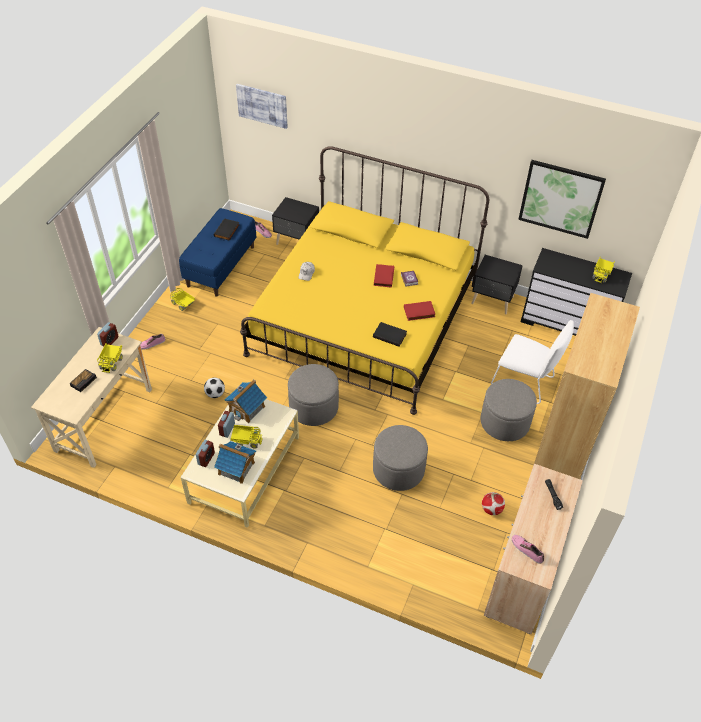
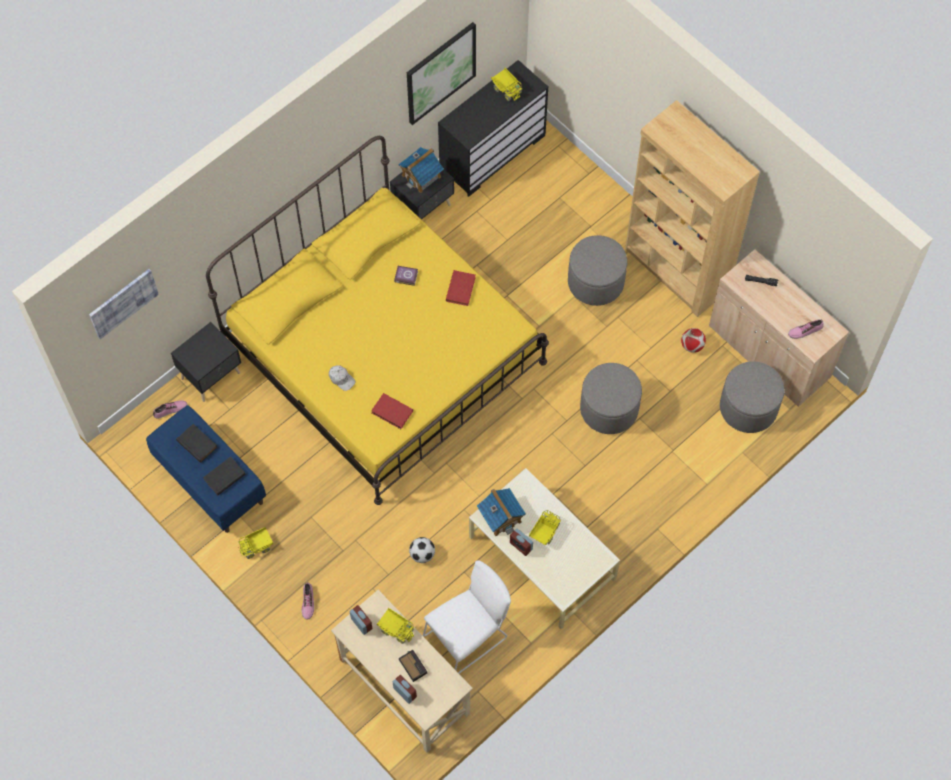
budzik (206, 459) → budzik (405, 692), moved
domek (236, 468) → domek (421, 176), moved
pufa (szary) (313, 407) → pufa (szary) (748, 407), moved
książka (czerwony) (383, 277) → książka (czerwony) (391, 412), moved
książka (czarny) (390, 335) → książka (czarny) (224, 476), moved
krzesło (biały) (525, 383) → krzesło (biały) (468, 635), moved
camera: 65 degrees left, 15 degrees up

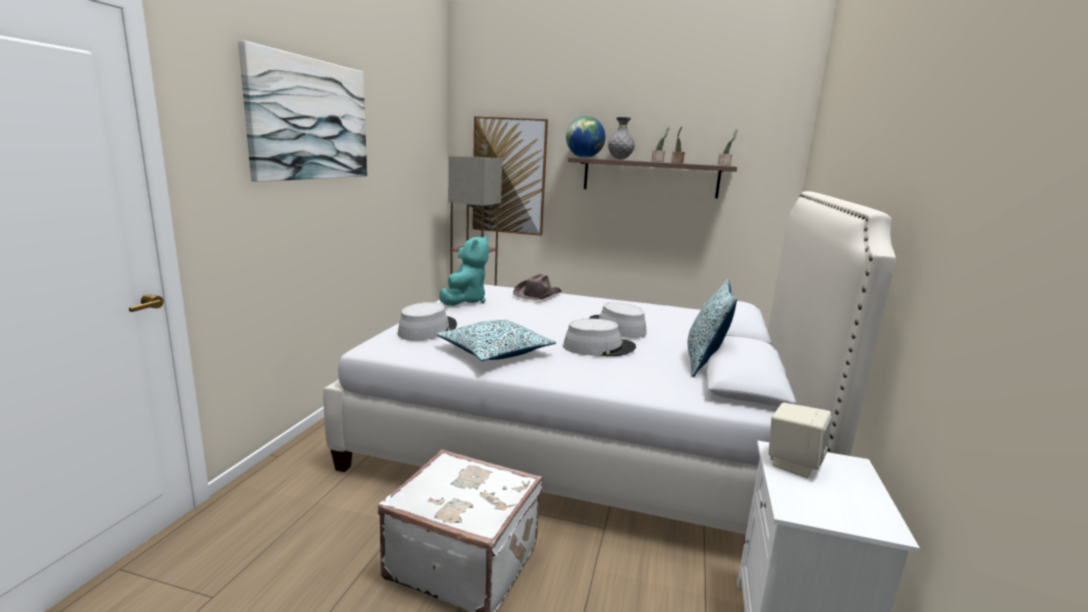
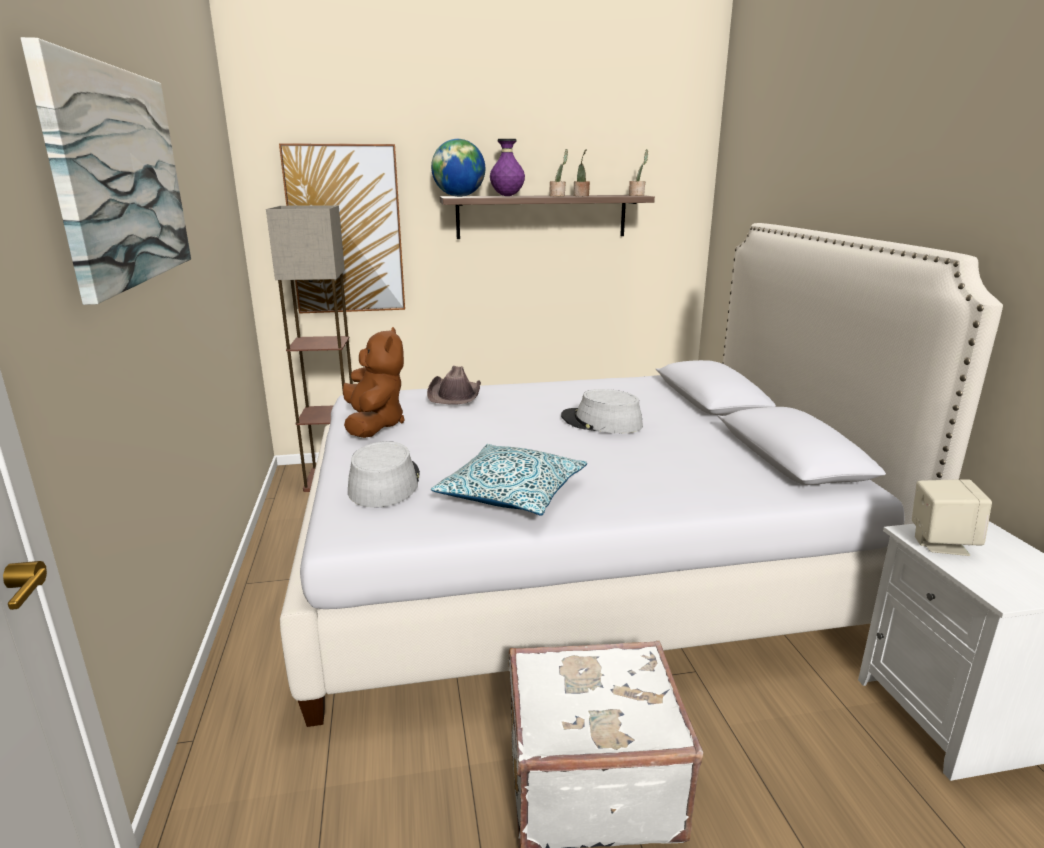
pluszak (turkusowy) (464, 301) → pluszak (brązowy) (374, 425)
kapelusz (szary) (599, 347) → -
wazon (szary) (620, 159) → wazon (fioletowy) (507, 196)
poduszka (704, 362) → -
camera: 25 degrees left, 5 degrees up

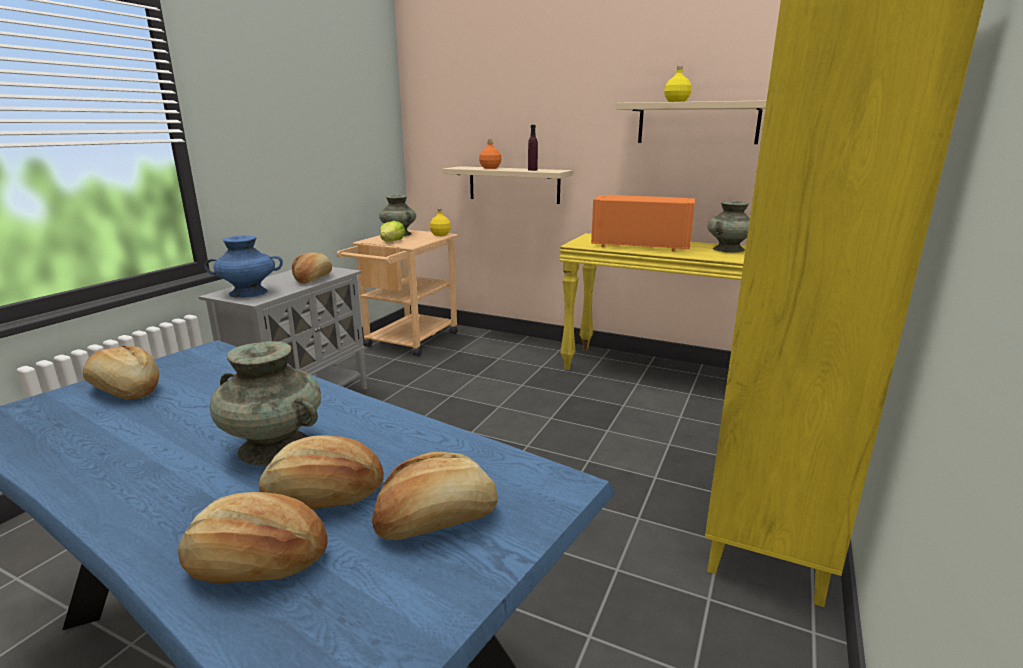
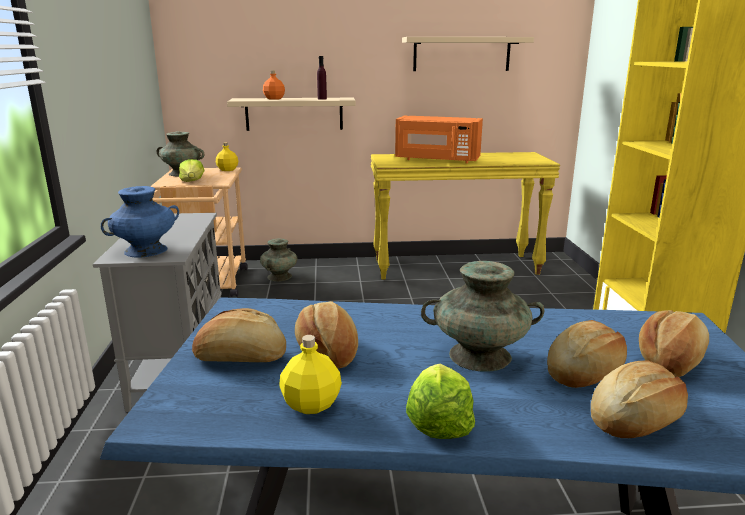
chleb (313, 279) → chleb (328, 351), moved
mikrofalówka (pomarańczowy) (641, 245) → mikrofalówka (pomarańczowy) (437, 160), 150 degrees counterclockwise
butelka (żółty) (676, 102) → butelka (żółty) (311, 404), moved
wazon (turkusowy) (728, 249) → wazon (turkusowy) (279, 277), moved
- → sałata (438, 422)
camera: 30 degrees left, 0 degrees up

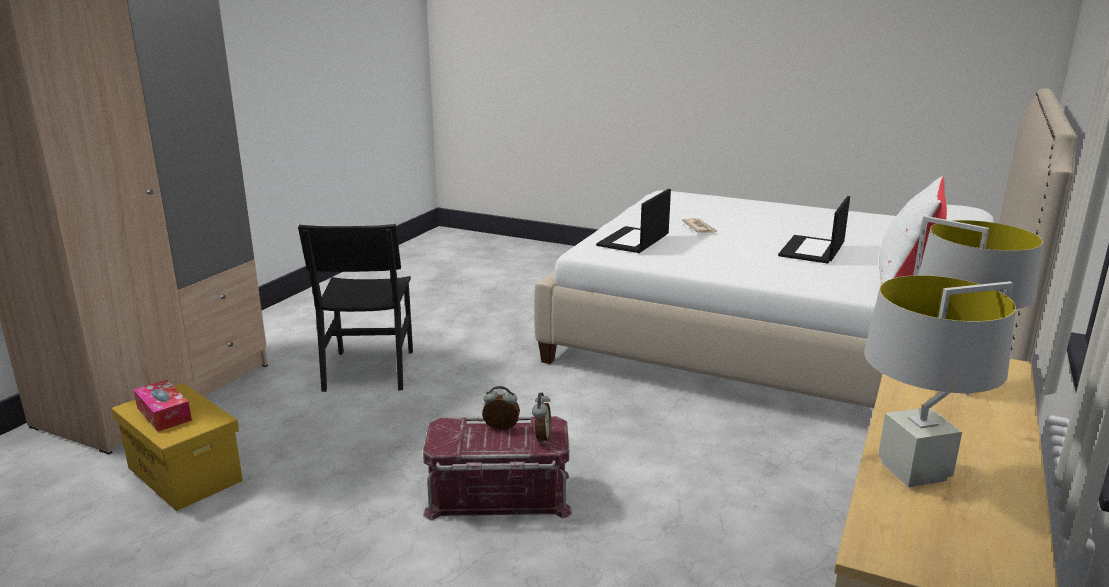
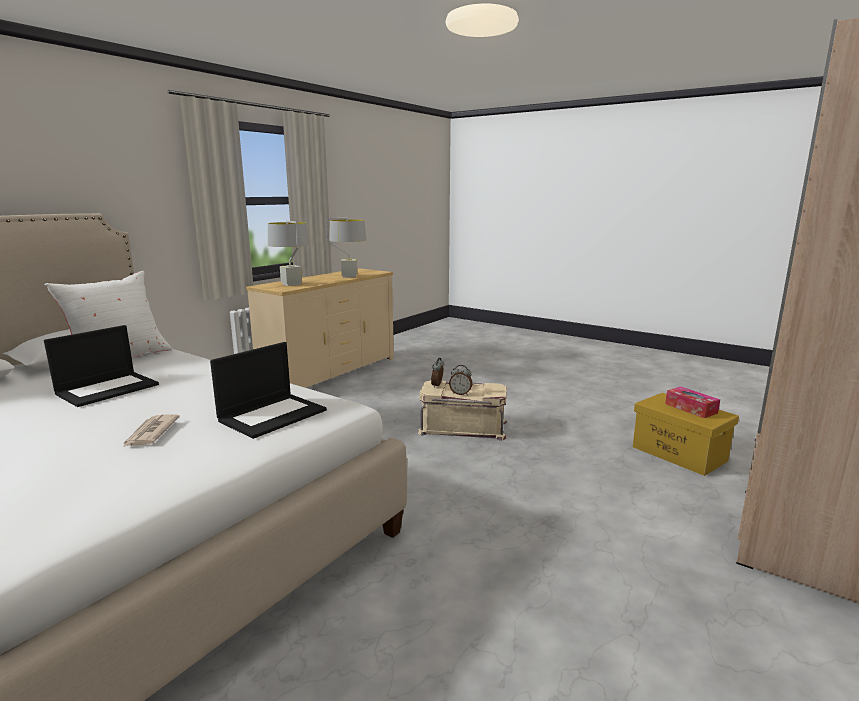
krzesło (czarny) (369, 370) → -
pojemnik do przechowywania (czerwony) (498, 496) → pojemnik do przechowywania (beżowy) (463, 427)
camera: 170 degrees left, 5 degrees down

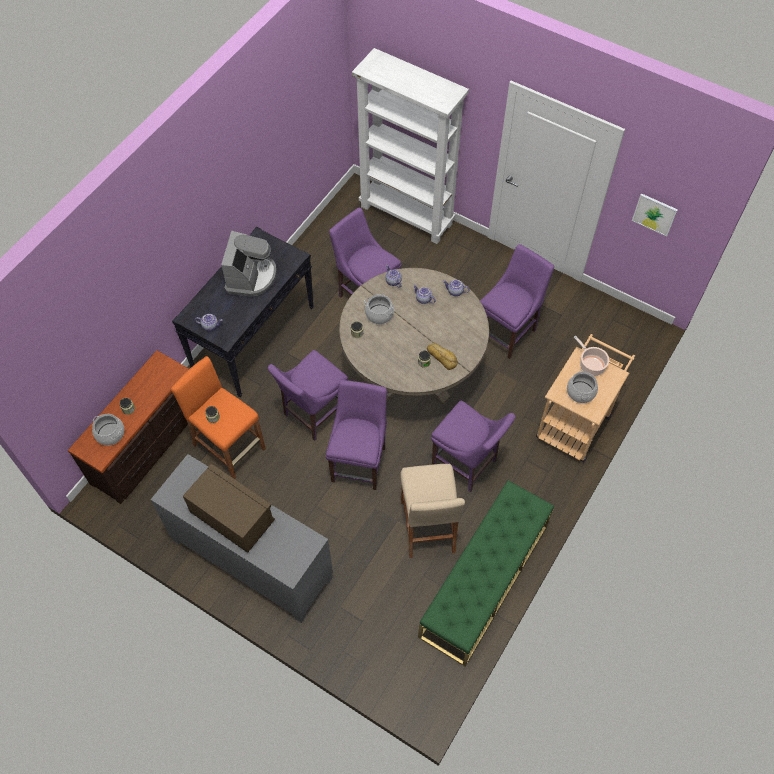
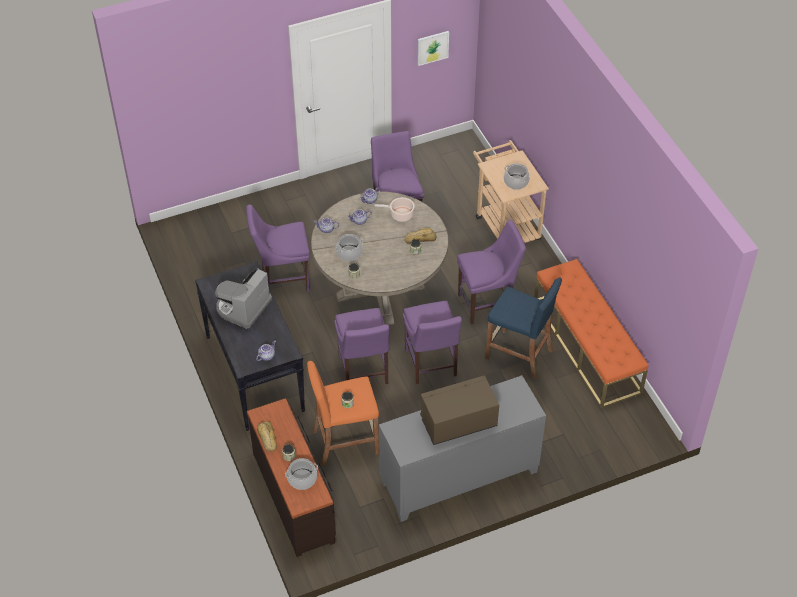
ekspres do kawy (251, 277) → ekspres do kawy (243, 307), 105 degrees counterclockwise
krzesło (fioletowy) (360, 461) → krzesło (fioletowy) (431, 365), 150 degrees counterclockwise
regał (biały) (407, 215) → -
stołek (beżowy) (427, 526) → stołek (niebieski) (518, 354)
ławka (zielony) (484, 580) → ławka (pomarańczowy) (586, 346)
garnek (590, 365) → garnek (400, 215), moved
- → chleb (267, 438)
camera: 55 degrees left, 10 degrees down

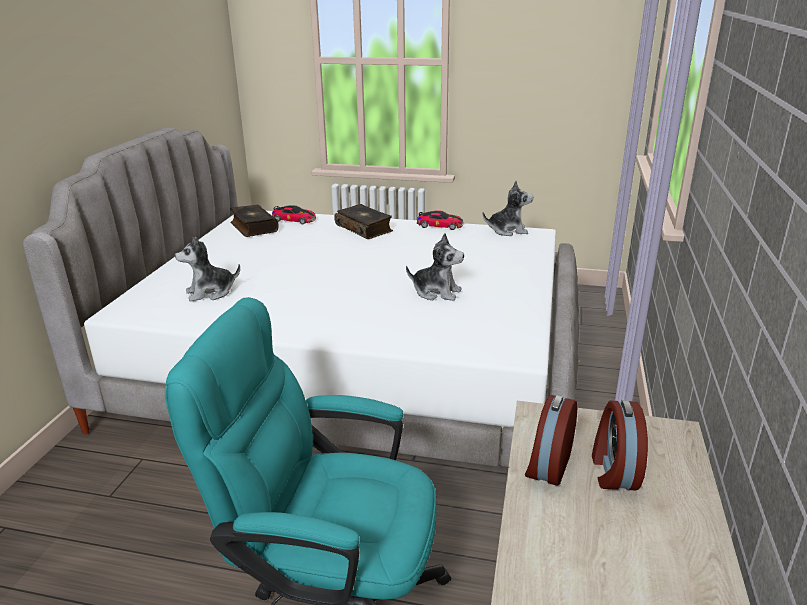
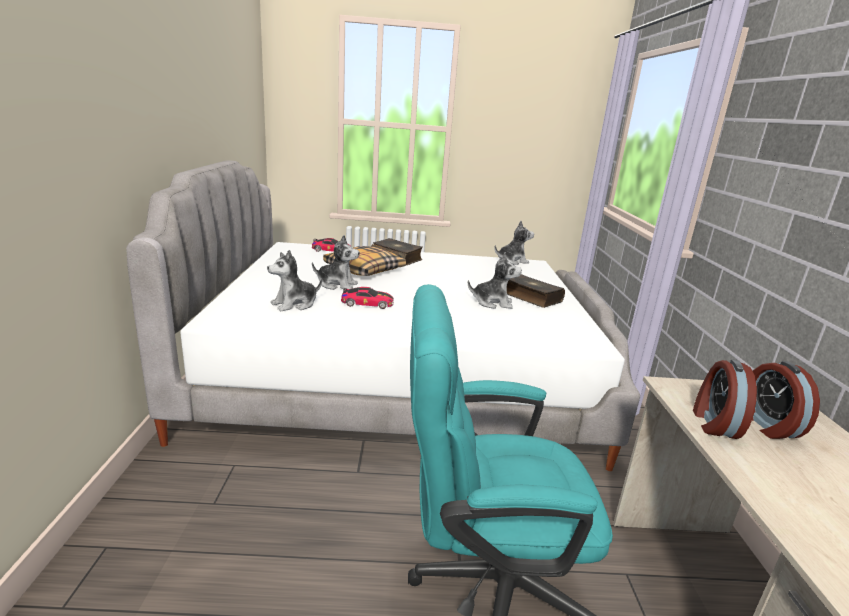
książka (253, 227) → książka (530, 297), moved
samochodzik (440, 225) → samochodzik (367, 303), moved
- → pluszak (337, 285)
- → poduszka (364, 270)
camera: 15 degrees left, 5 degrees down

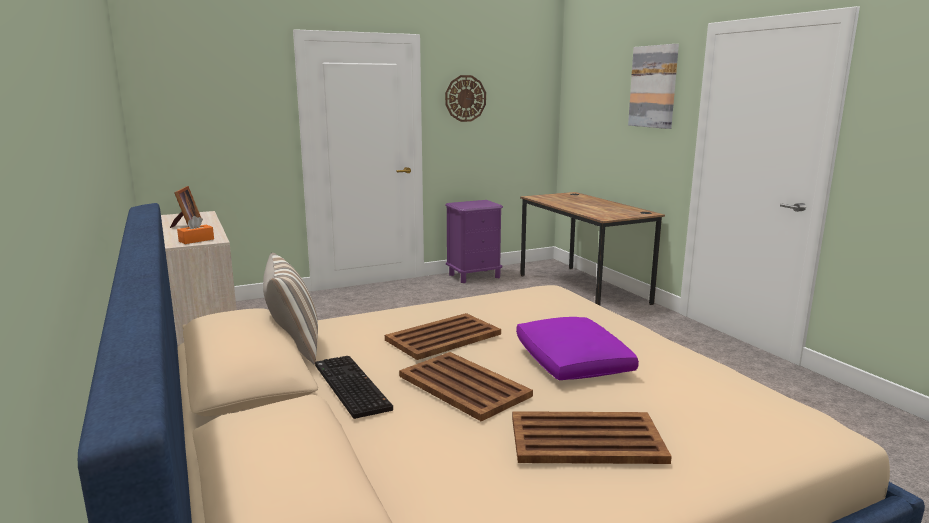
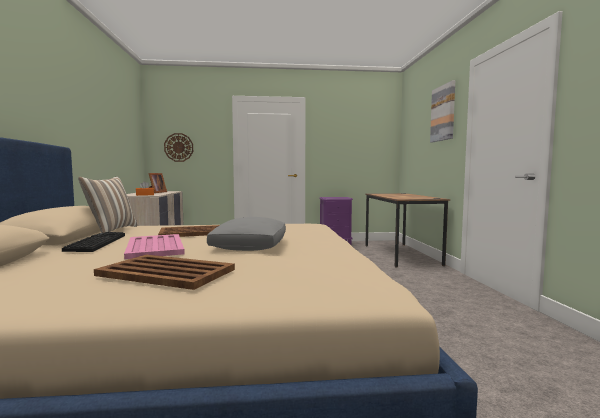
taca (brązowy) (463, 385) → taca (różowy) (155, 247)
zegar ścienny (465, 98) → zegar ścienny (178, 147), moved
poduszka (fioletowy) (571, 362) → poduszka (szary) (250, 246)
camera: 20 degrees right, 10 degrees down

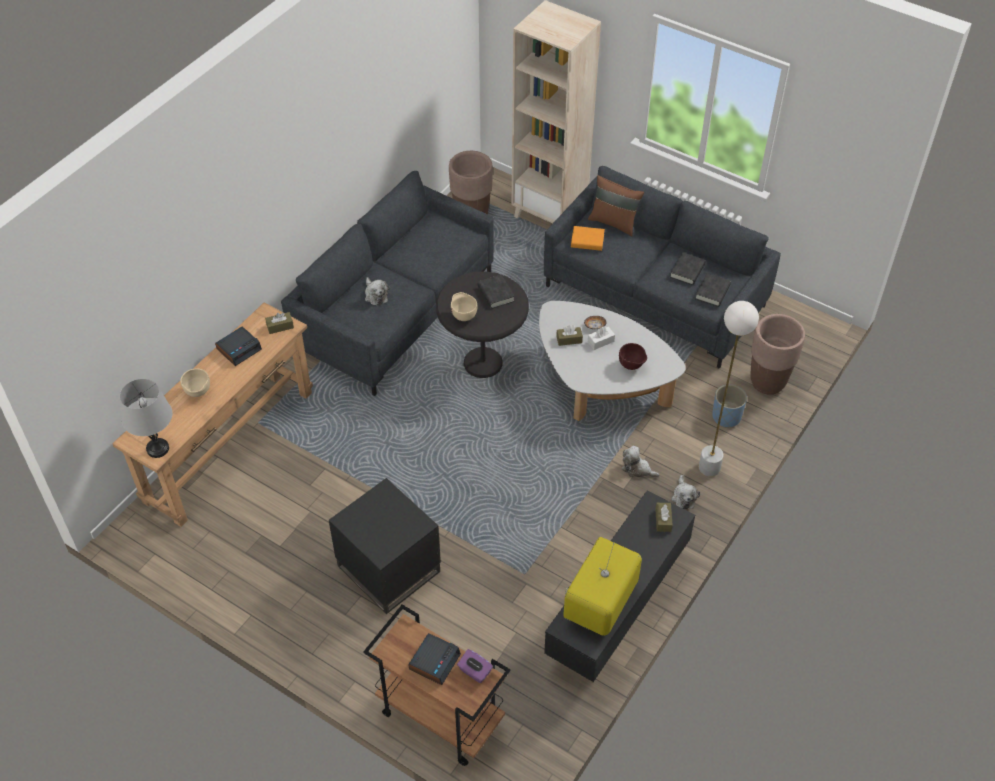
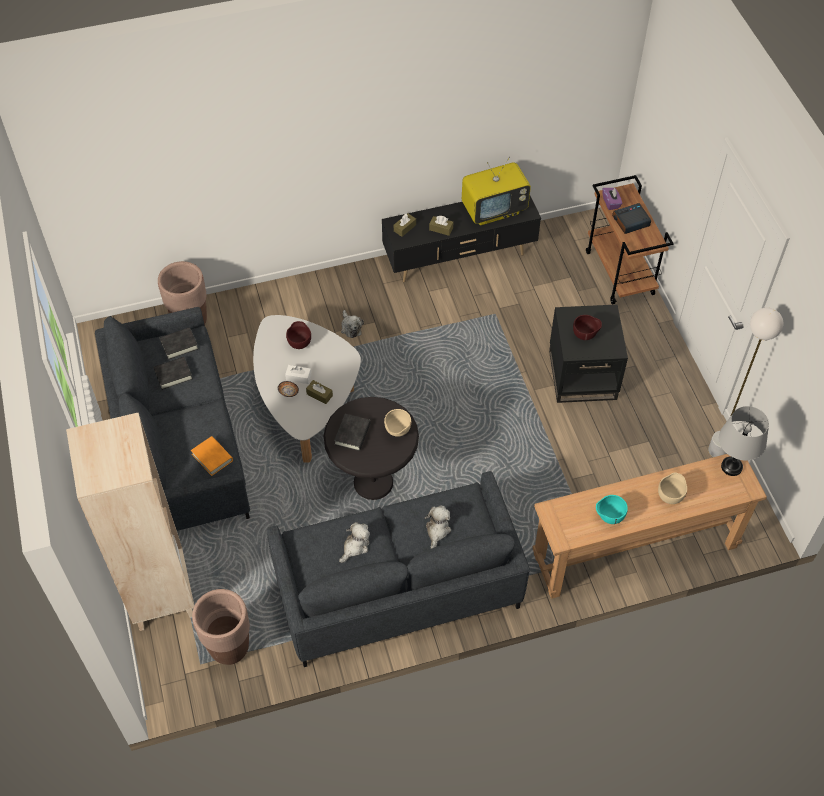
budzik (239, 349) → miska (turkusowy) (608, 517)
pudełko chusteczek (brązowy) (280, 326) → pudełko chusteczek (brązowy) (441, 229), moved
poduszka (brązowy) (614, 222) → -
pluszak (683, 497) → pluszak (355, 546), moved
lampa stojąca (biały) (709, 468) → lampa stojąca (biały) (718, 450), moved
donica (niebieski) (726, 417) → -
- → miska (brązowy) (585, 335)
camera: 140 degrees left, 5 degrees up

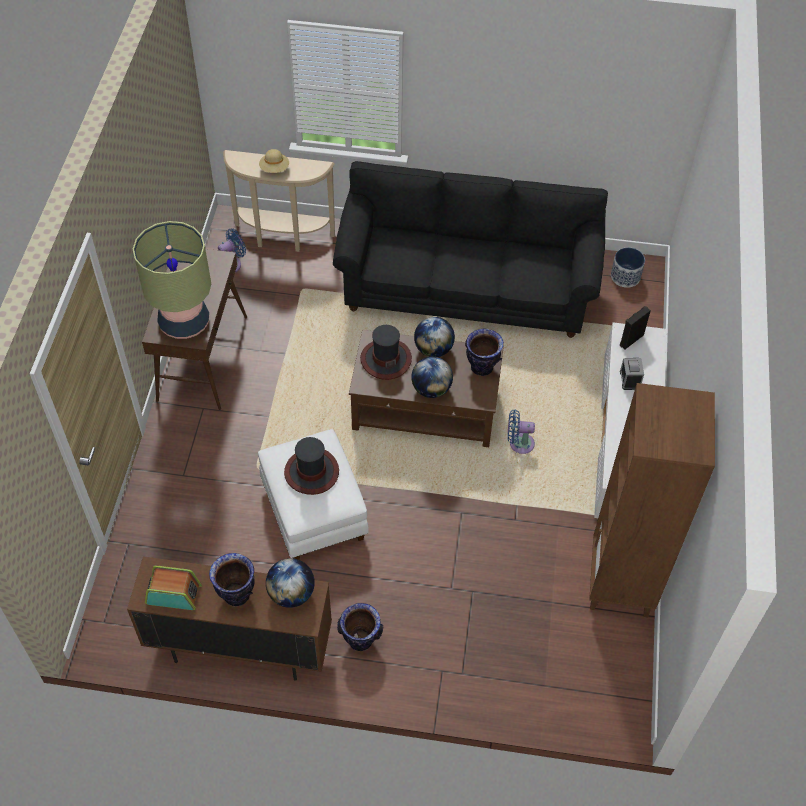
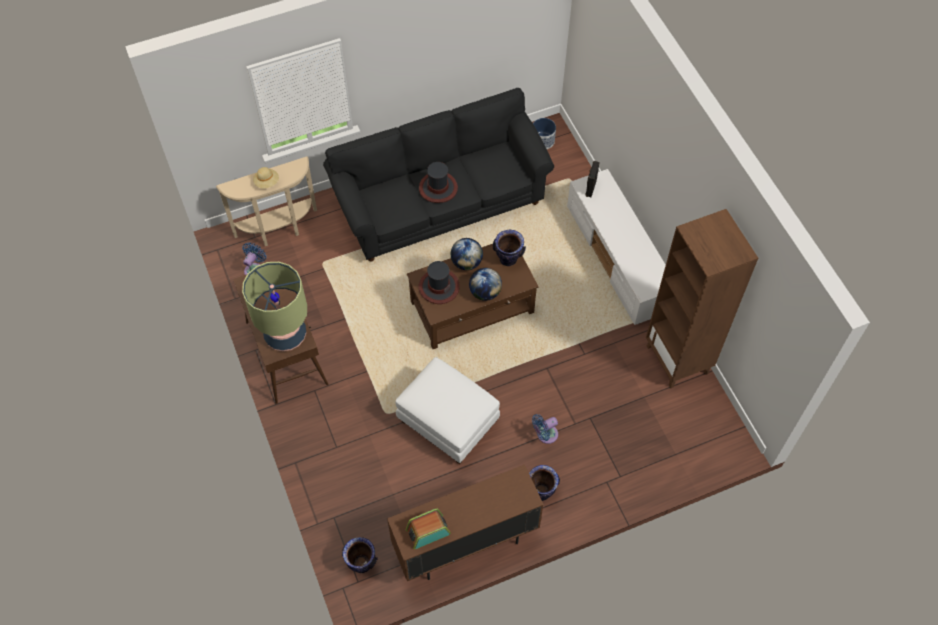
wazon (237, 594) → wazon (362, 563), moved
globus (291, 593) → -
kapelusz (312, 472) → kapelusz (438, 188), moved
wentylator (niebieski) (519, 443) → wentylator (niebieski) (545, 435), moved
budzik (630, 379) → -
camera: 30 degrees left, 5 degrees up

